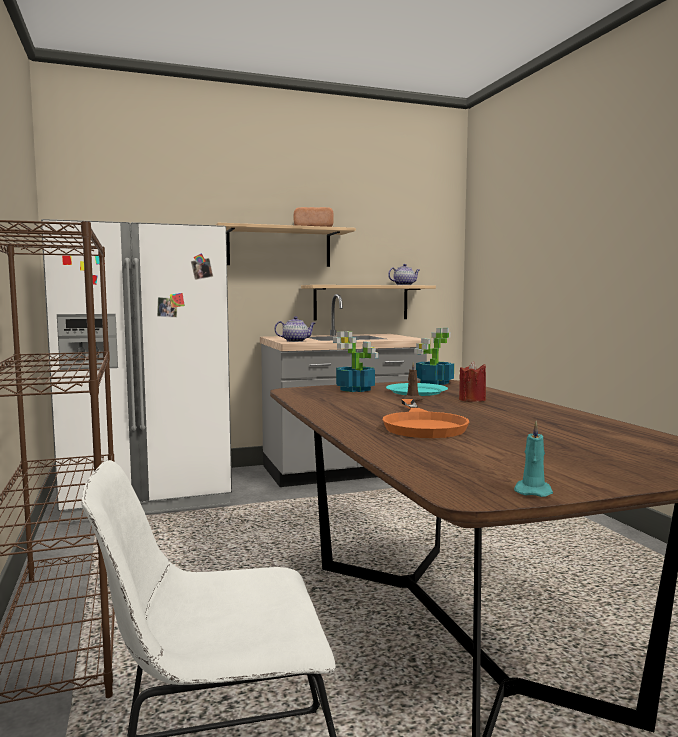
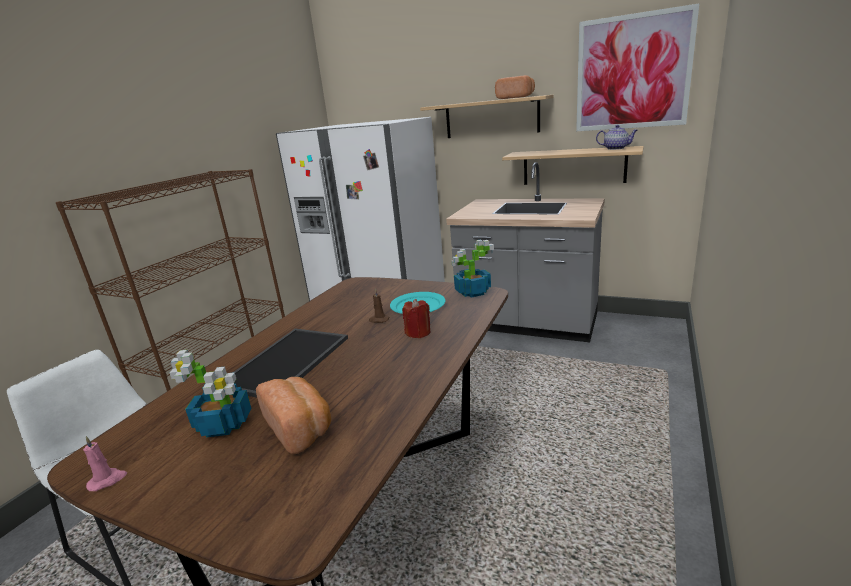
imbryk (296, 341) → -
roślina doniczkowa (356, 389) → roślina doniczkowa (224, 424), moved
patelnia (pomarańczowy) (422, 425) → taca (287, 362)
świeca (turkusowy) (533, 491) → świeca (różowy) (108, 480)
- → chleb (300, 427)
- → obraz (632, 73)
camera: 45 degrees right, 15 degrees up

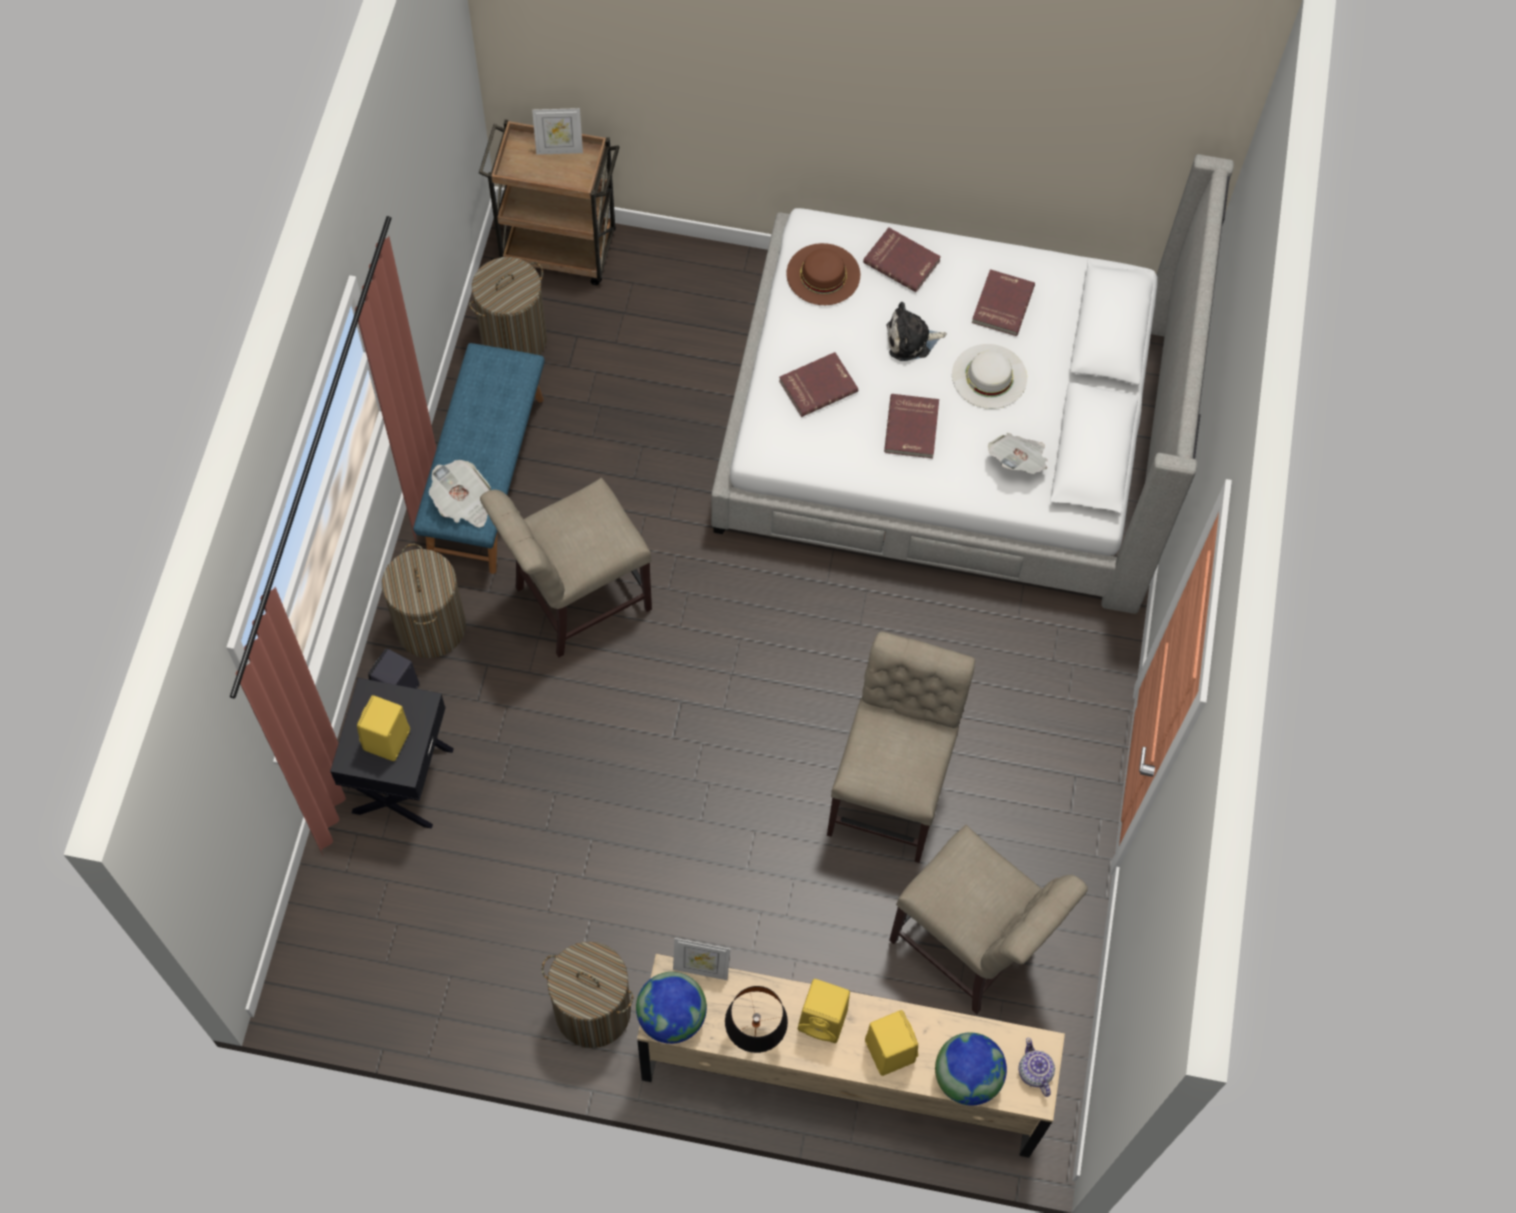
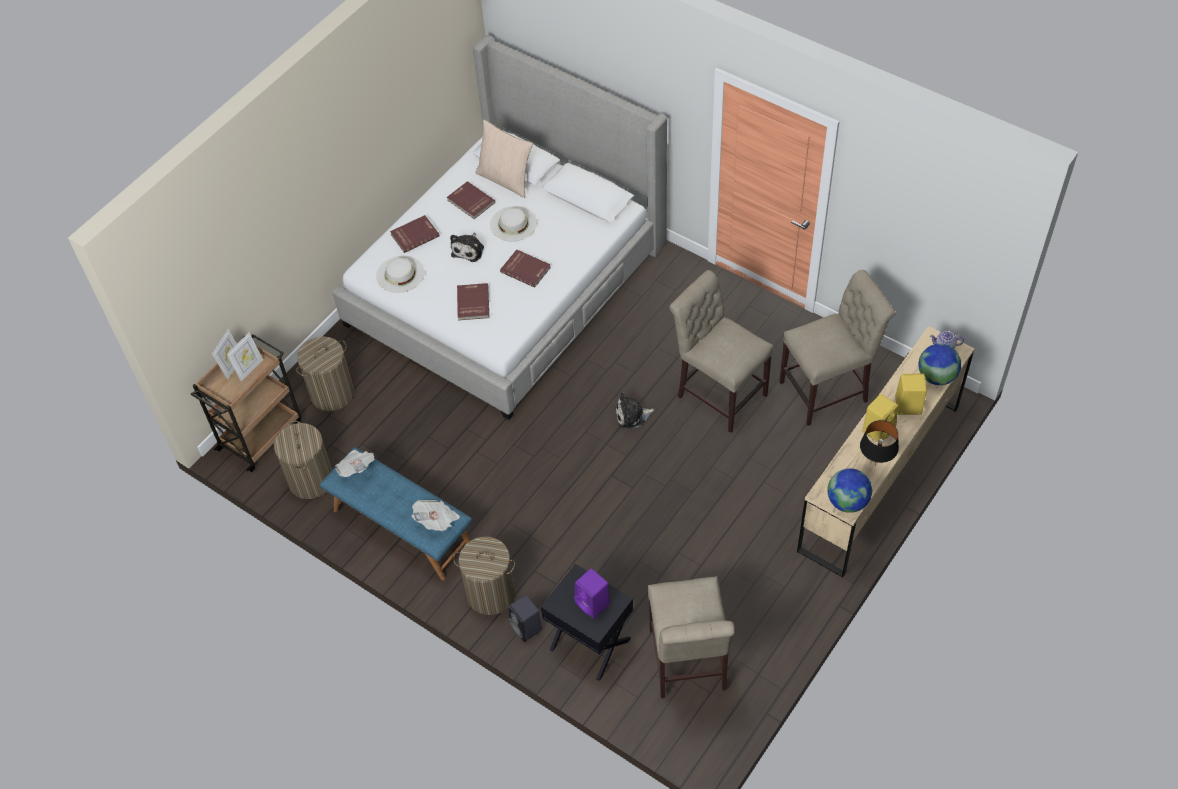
głośnik (żółty) (386, 741) → głośnik (fioletowy) (593, 604)
krzesło (beżowy) (575, 601) → krzesło (beżowy) (687, 664), moved
kosz na pranie (592, 1011) → kosz na pranie (332, 393), moved
ramka na zdjęcie (701, 969) → ramka na zdjęcie (249, 369), moved
kapelusz (brązowy) (823, 274) → kapelusz (biały) (400, 274)
gazeta (1018, 461) → gazeta (356, 468), moved
- → poduszka (beżowy) (506, 179)
- → pluszak (632, 416)
camera: 60 degrees left, 10 degrees down

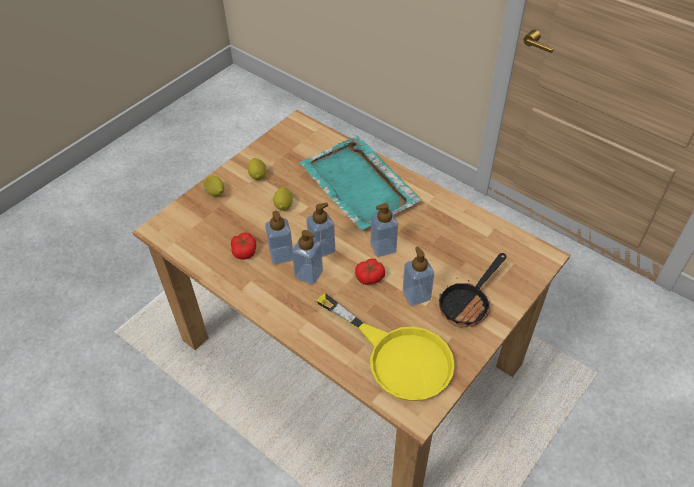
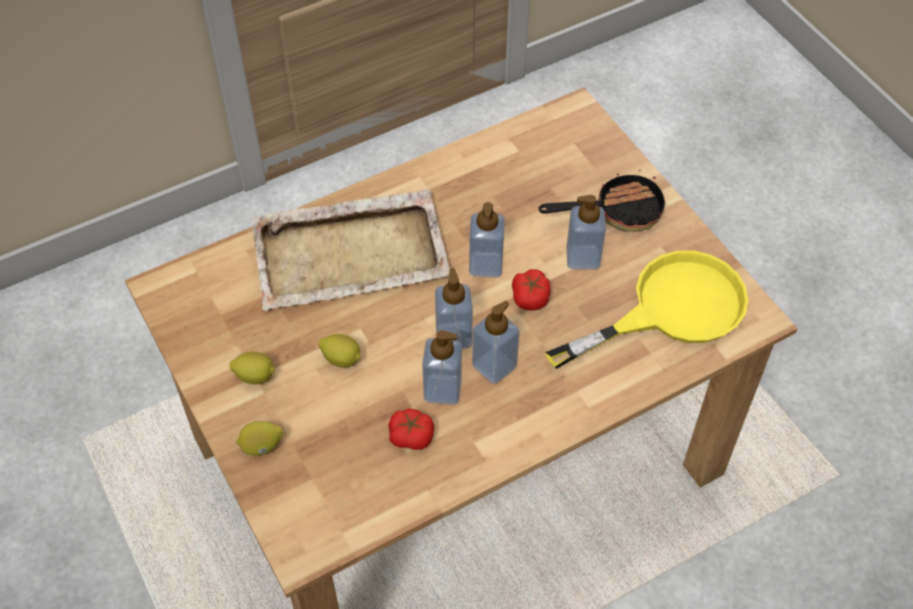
taca (turkusowy) (359, 185) → taca (beżowy) (352, 253)
patelnia (468, 304) → patelnia (618, 211), 75 degrees counterclockwise
camera: 70 degrees left, 5 degrees up

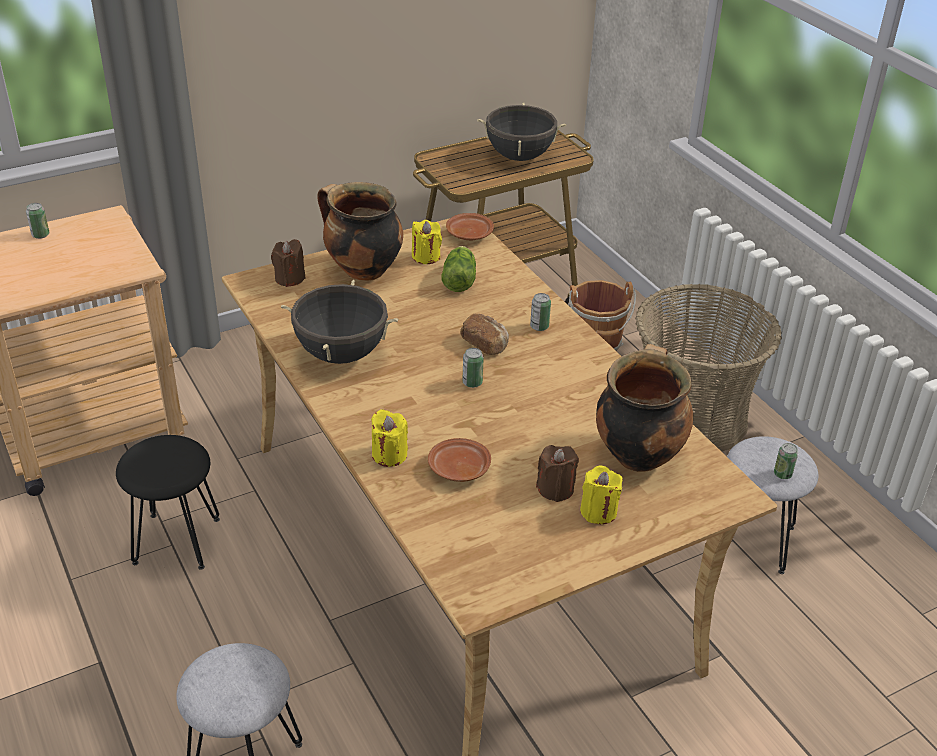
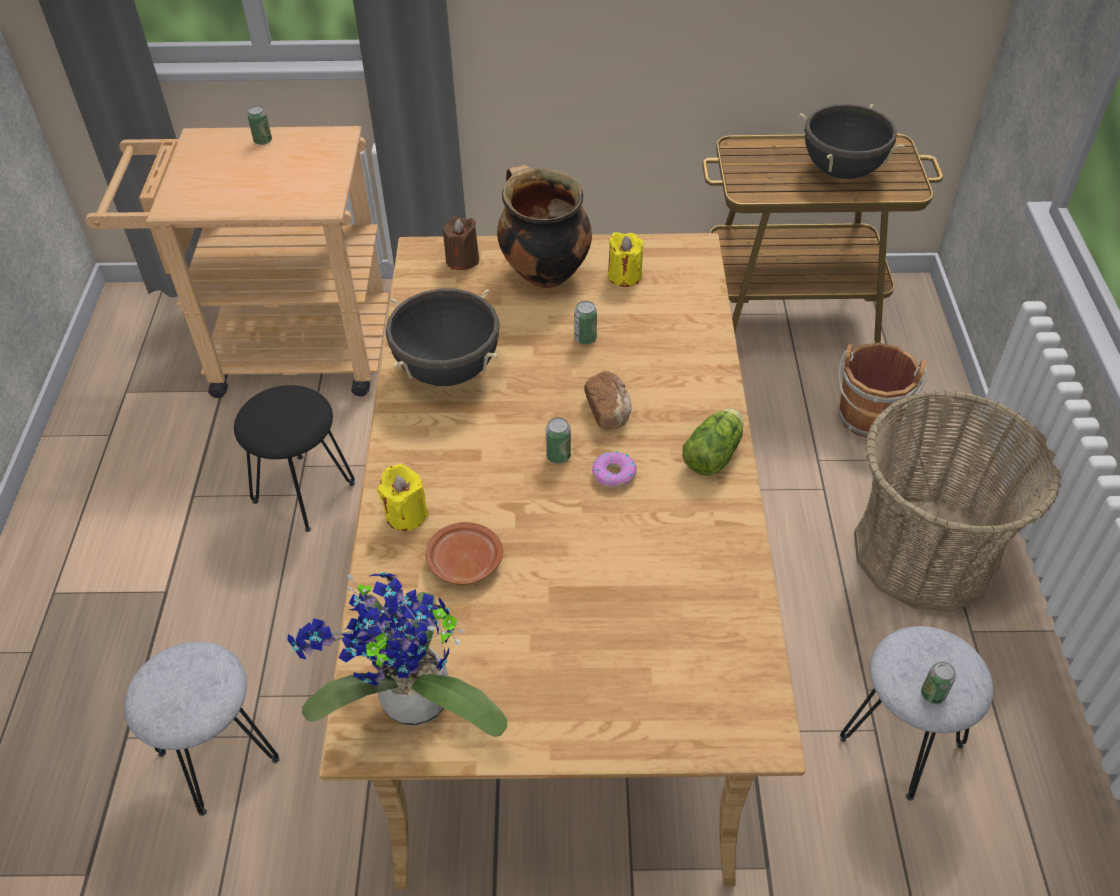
sałata (459, 279) → sałata (715, 453), moved
talerz (brązowy) (469, 234) → -
puszka (539, 327) → puszka (585, 338), moved
świeca (brązowy) (555, 489) → -
świeca (żółty) (598, 511) → -
garnek (637, 454) → -
- → roślina doniczkowa (410, 707)
- → donut (614, 475)
camera: 30 degrees right, 10 degrees up

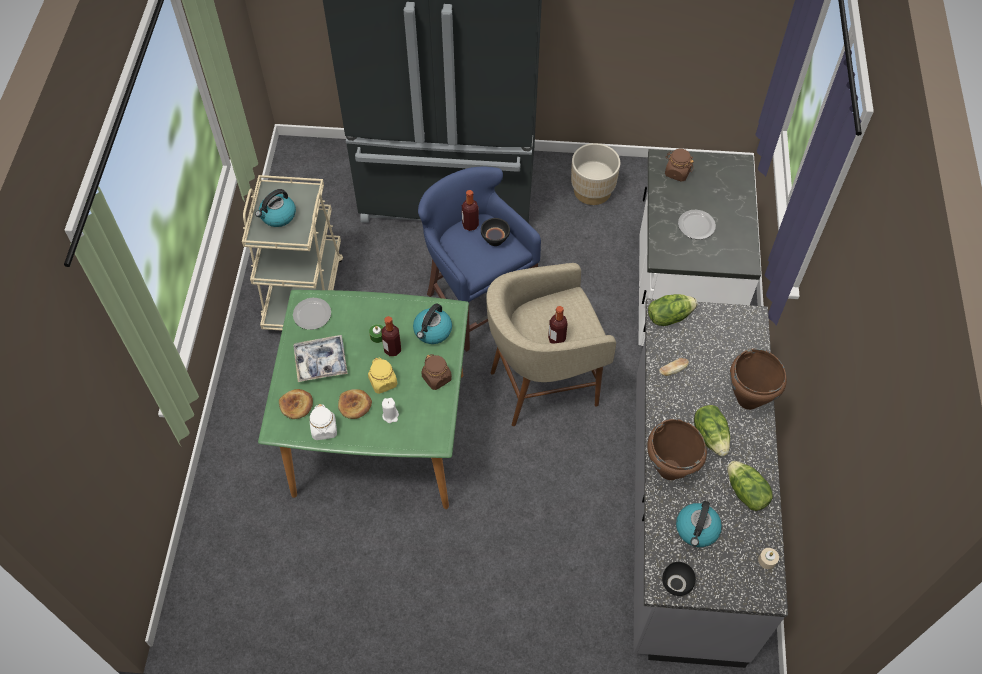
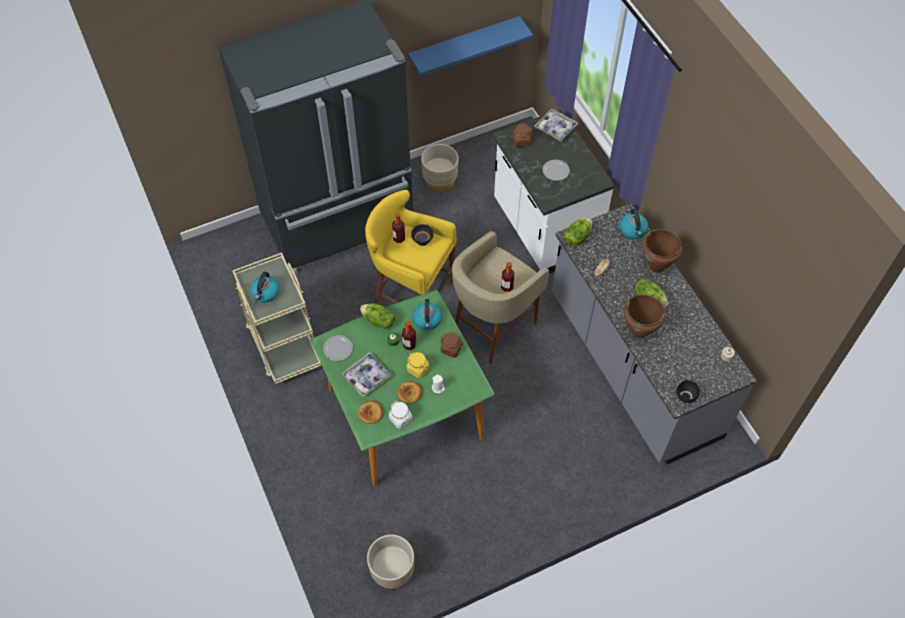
stołek (niebieski) (477, 301) → stołek (żółty) (411, 293)
czajnik (697, 530) → czajnik (633, 230), moved
sałata (745, 492) → sałata (378, 321), moved
- → donica (beżowy) (392, 571)
- → półka (niebieski) (464, 45)
- → taca (555, 128)
camera: 30 degrees left, 0 degrees up

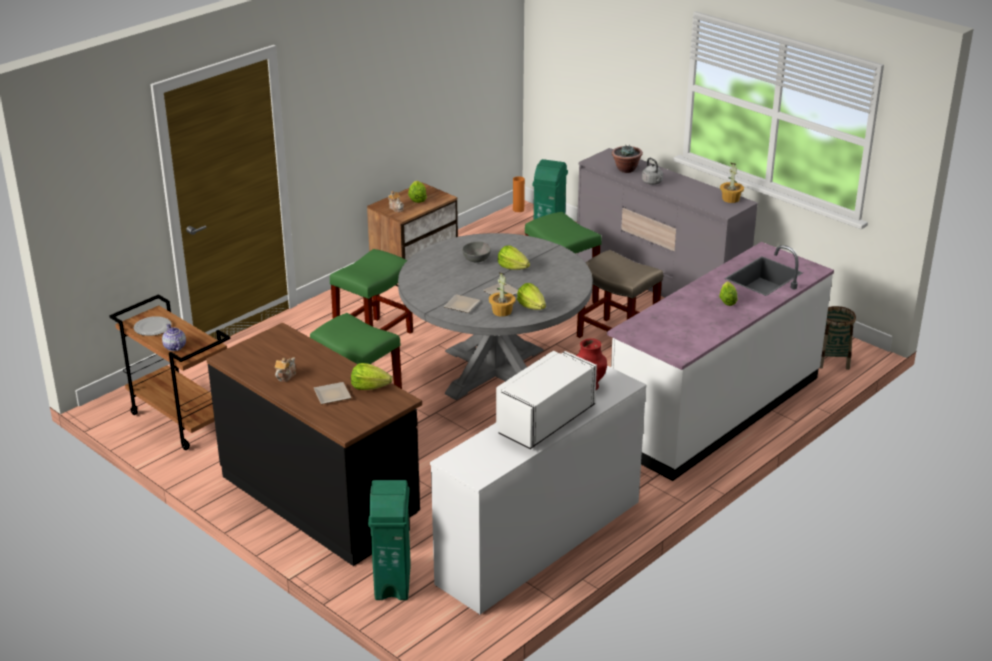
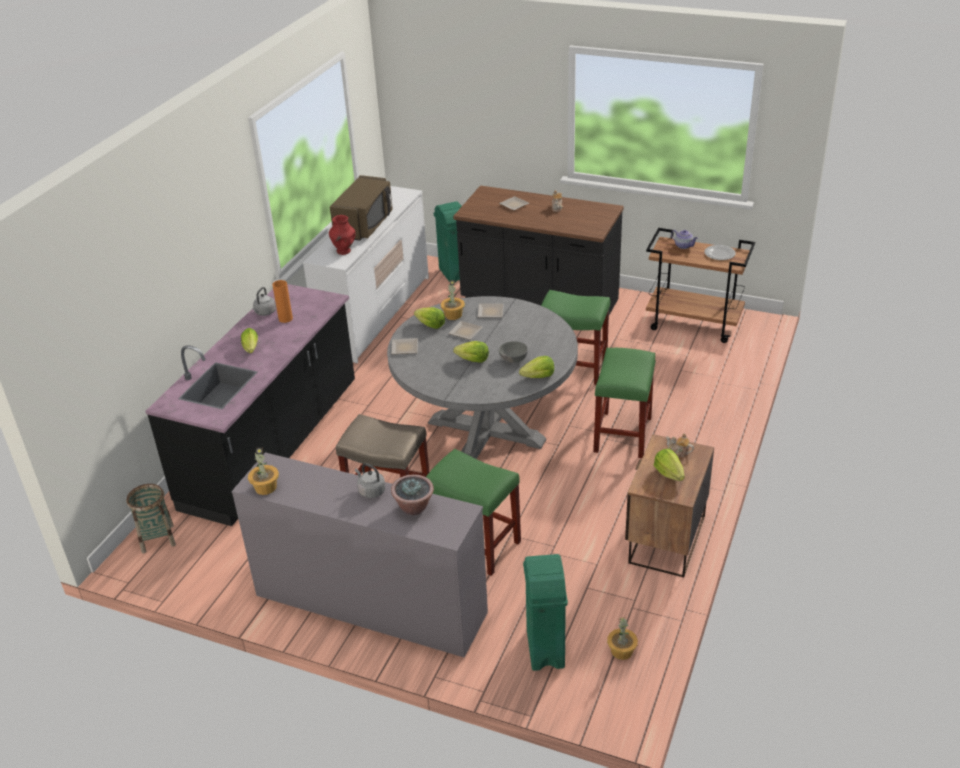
sałata (369, 387) → sałata (539, 377), moved
mikrofalówka (biały) (543, 420) → mikrofalówka (brązowy) (365, 225)
wazon (pomarańczowy) (518, 209) → wazon (pomarańczowy) (285, 319), moved
zabudowa kuchenna (biały) (714, 410) → zabudowa kuchenna (czarny) (273, 447)
- → czajnik (szary) (264, 313)
- → talerz (405, 347)
- → roślina doniczkowa (622, 651)
camera: 160 degrees right, 5 degrees up

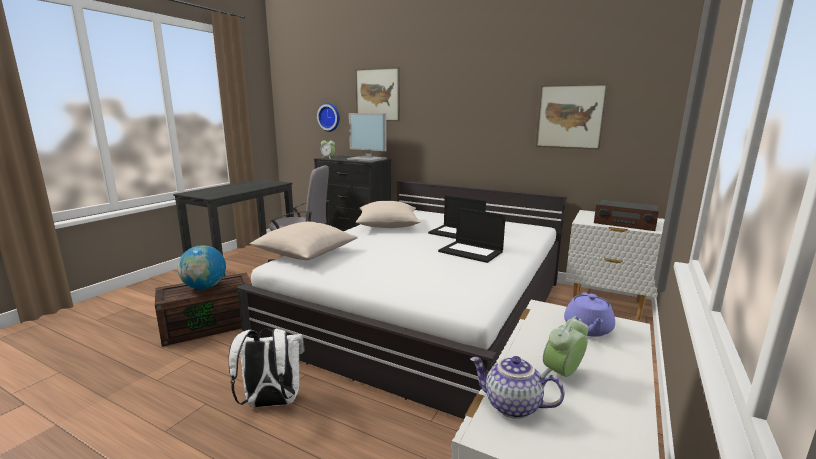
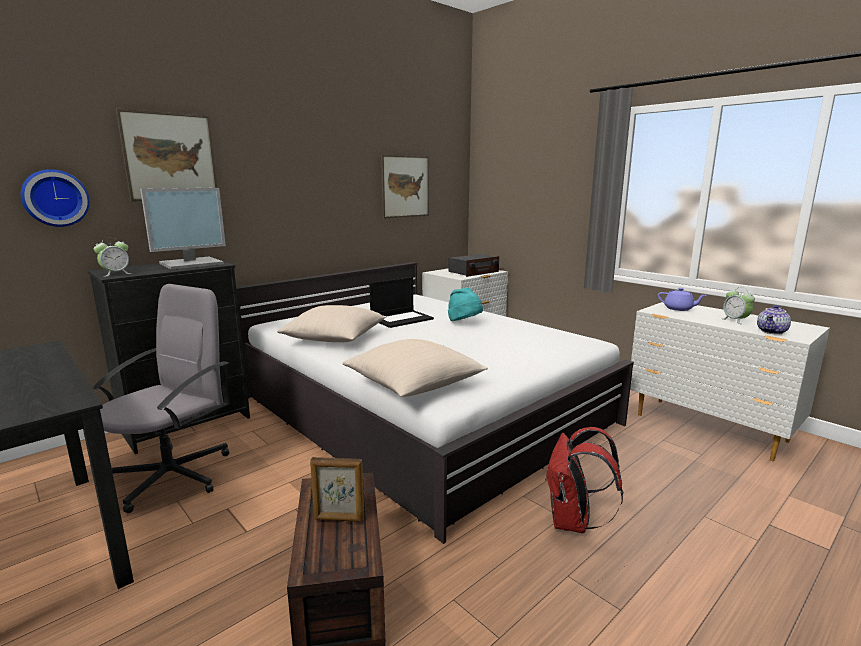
globus (205, 287) → ramka na zdjęcie (339, 519)
plecak (biały) (271, 403) → plecak (czerwony) (573, 522)
laptop (471, 252) → kapelusz (turkusowy) (465, 323)
camera: 70 degrees left, 0 degrees up

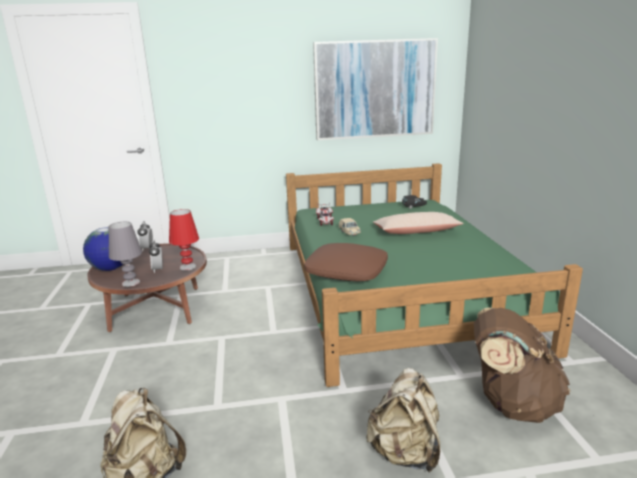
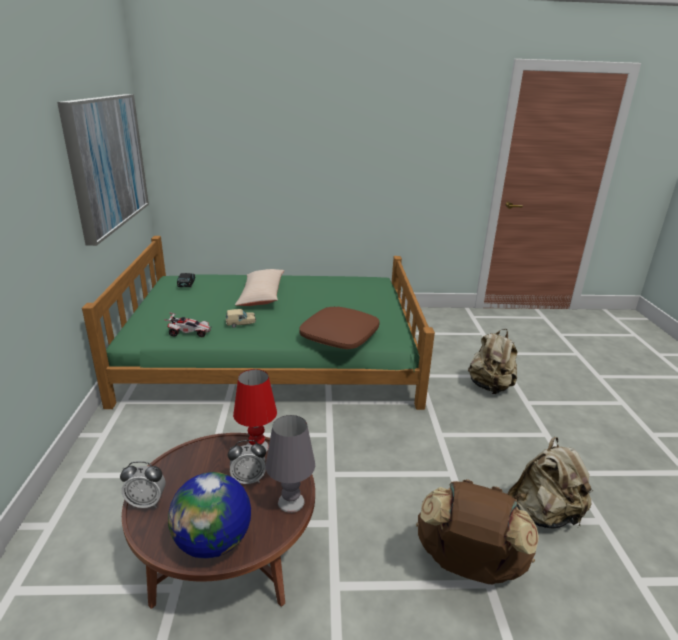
plecak (brązowy) (511, 403) → plecak (brązowy) (468, 565), moved
camera: 85 degrees left, 5 degrees up

